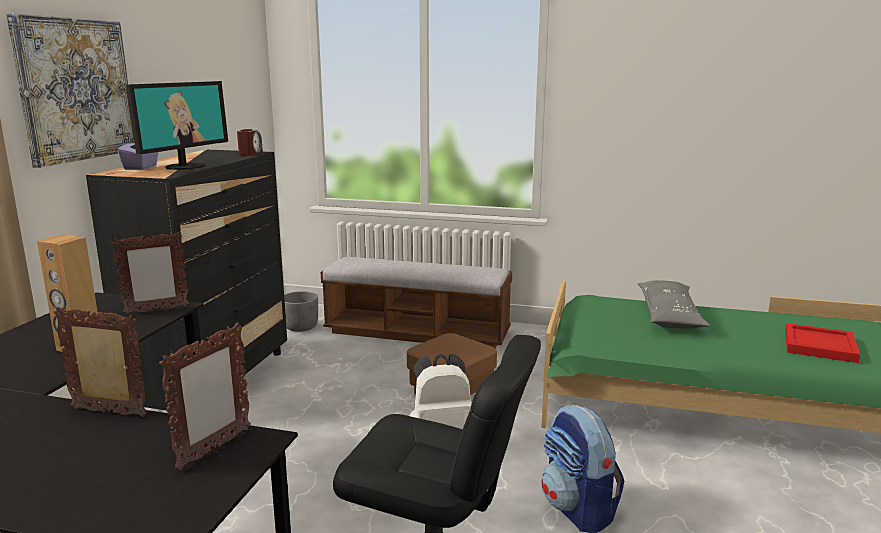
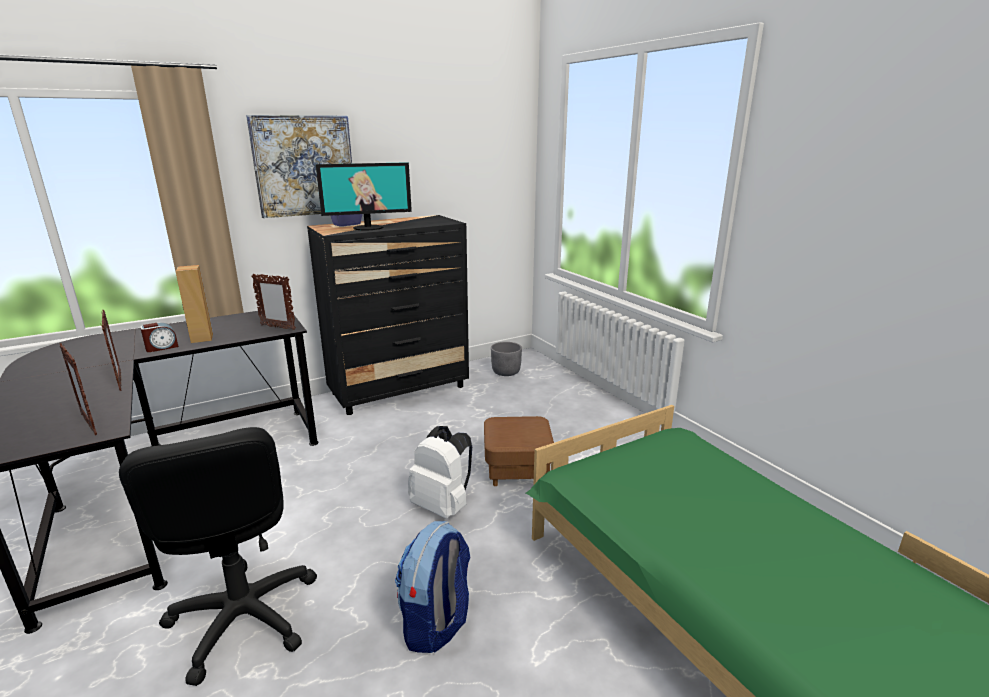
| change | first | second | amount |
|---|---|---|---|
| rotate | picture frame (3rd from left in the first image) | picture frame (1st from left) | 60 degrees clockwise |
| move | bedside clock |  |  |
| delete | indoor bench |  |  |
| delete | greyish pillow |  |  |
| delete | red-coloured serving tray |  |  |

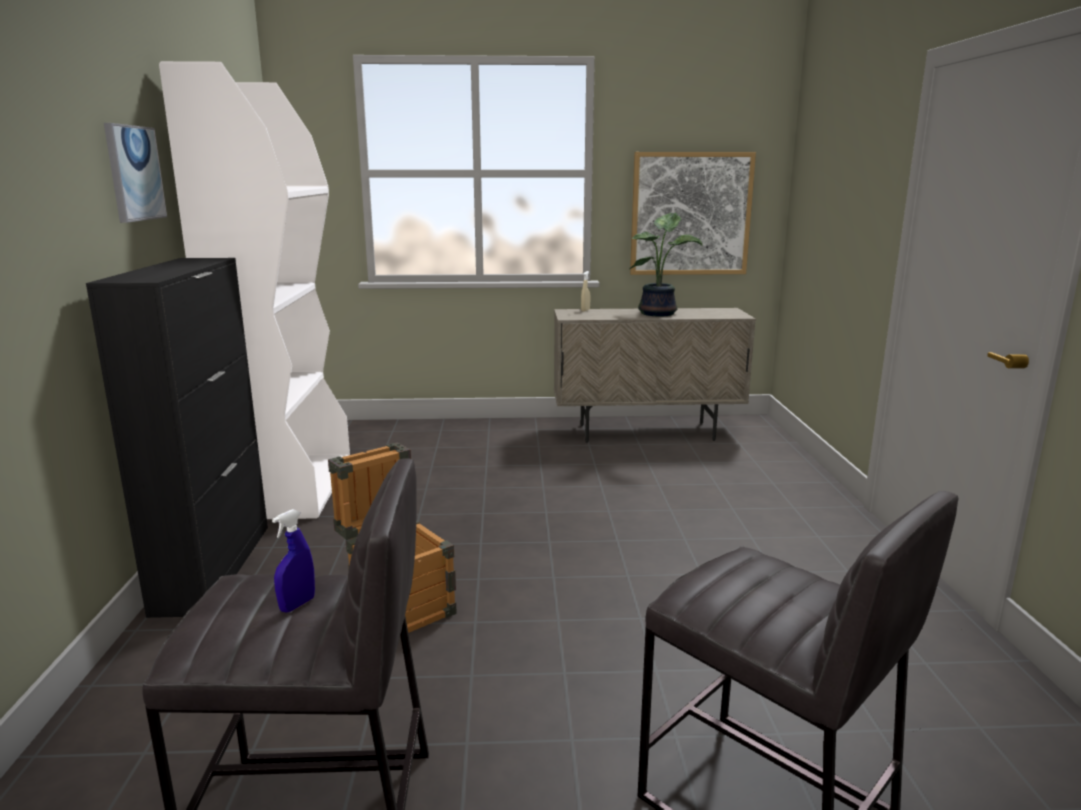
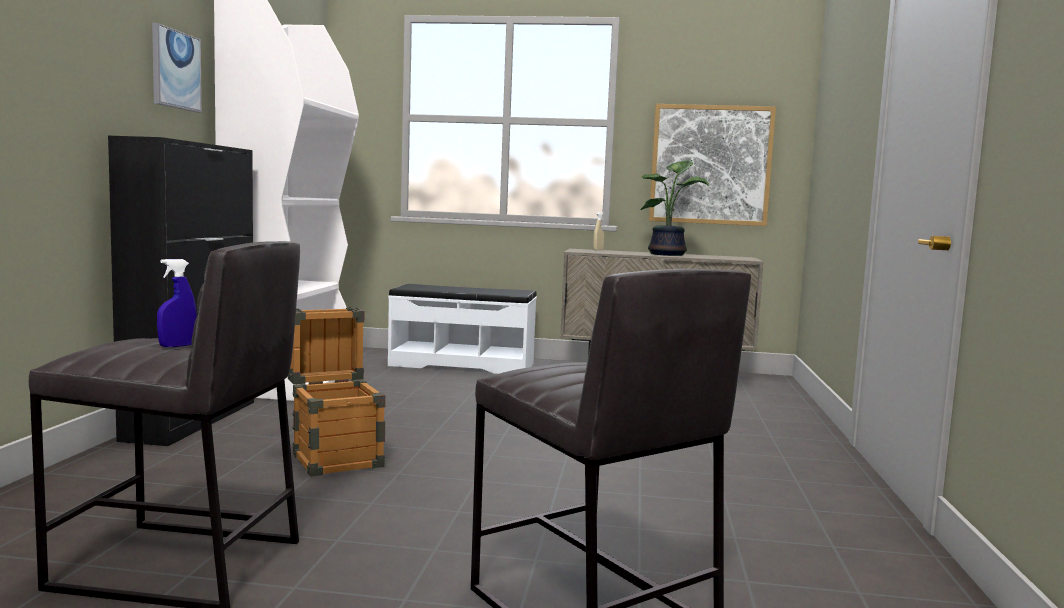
| change | first | second | amount |
|---|---|---|---|
| insert |  | white-coloured indoor bench |  |

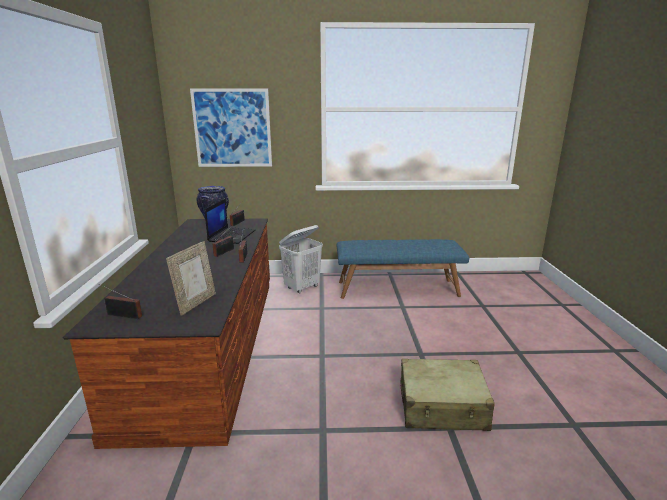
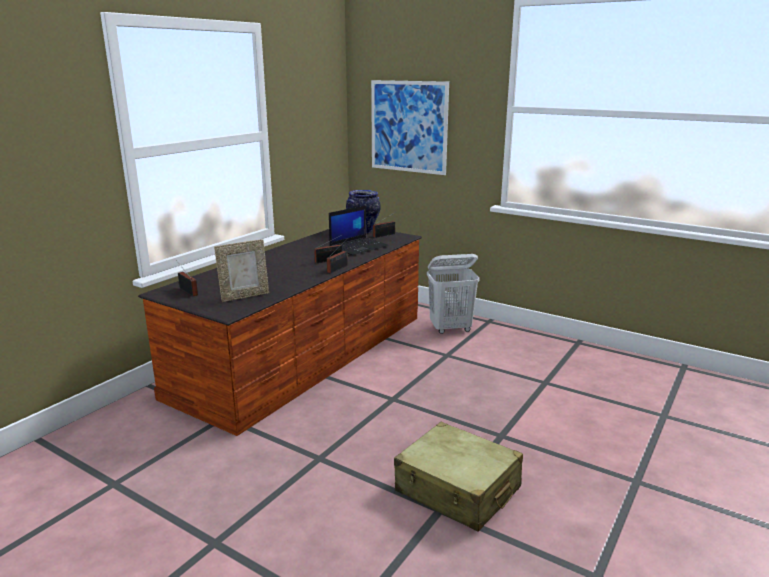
| change | first | second | amount |
|---|---|---|---|
| delete | bluish indoor bench |  |  |

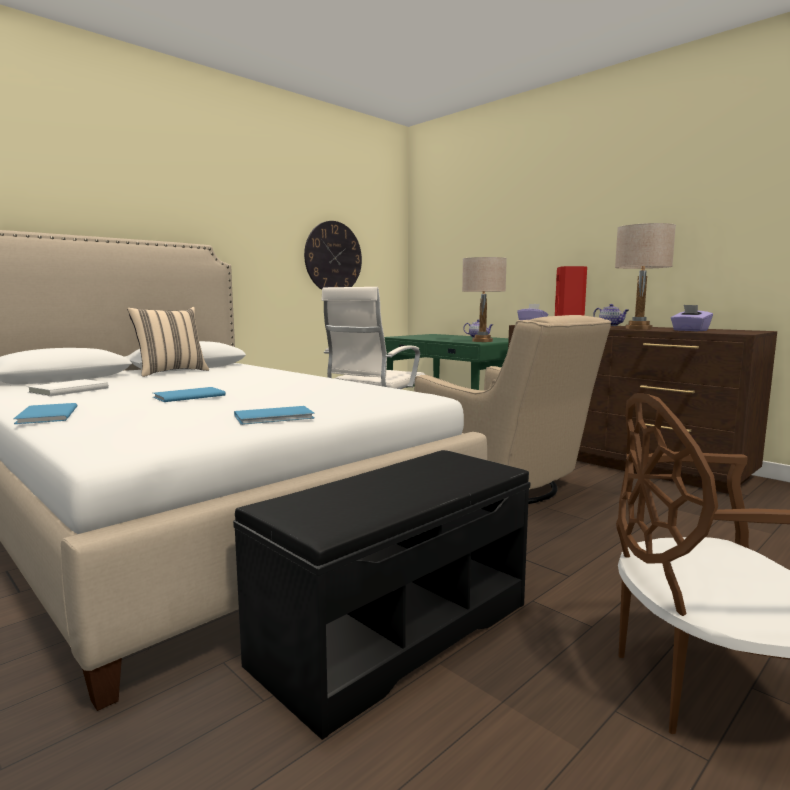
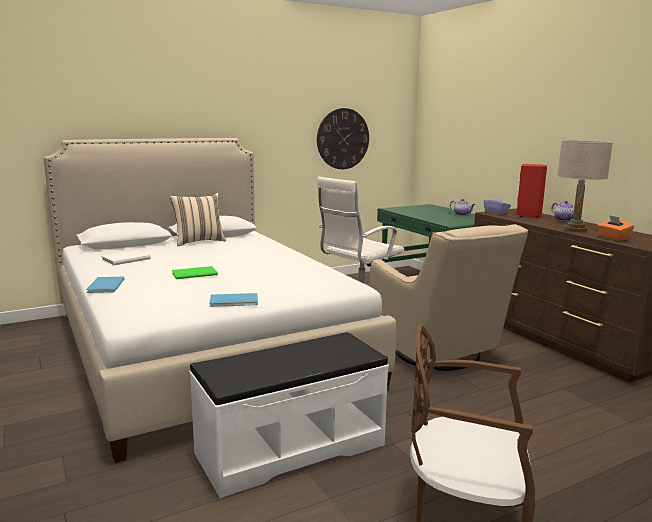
| change | first | second | amount |
|---|---|---|---|
| recolor | bluish volume (2nd from left) | greenish volume |  |
| recolor | blackish indoor bench | white-coloured indoor bench |  |
| recolor | purple-coloured tissue holder (2nd from left) | orange tissue holder |  |
| delete | sand-coloured lamp for a table (1st from left) |  |  |

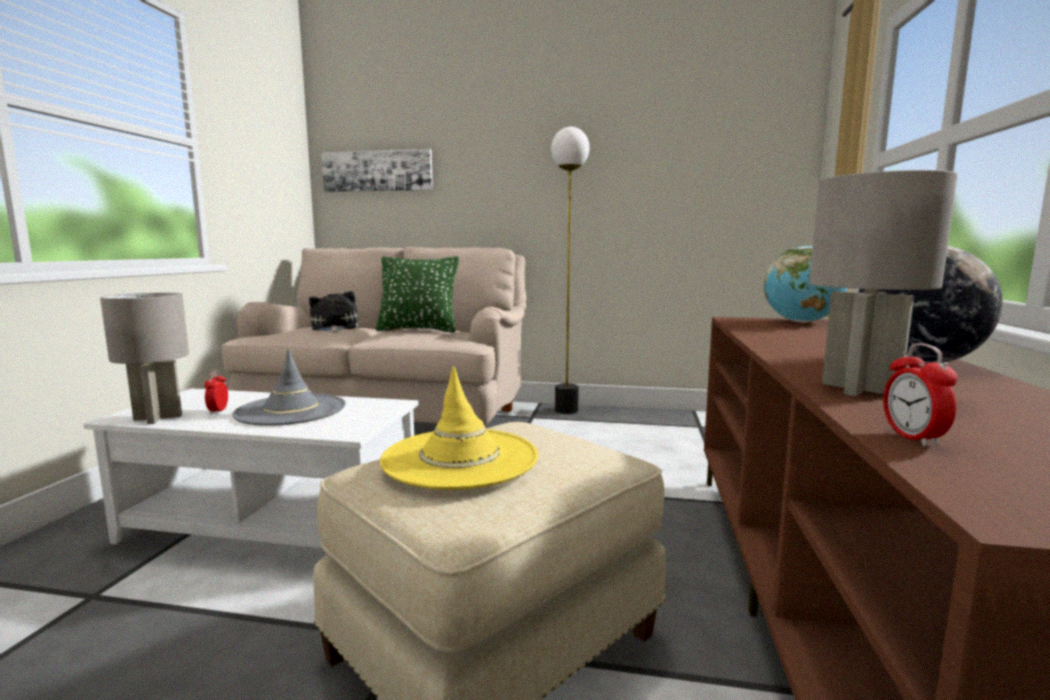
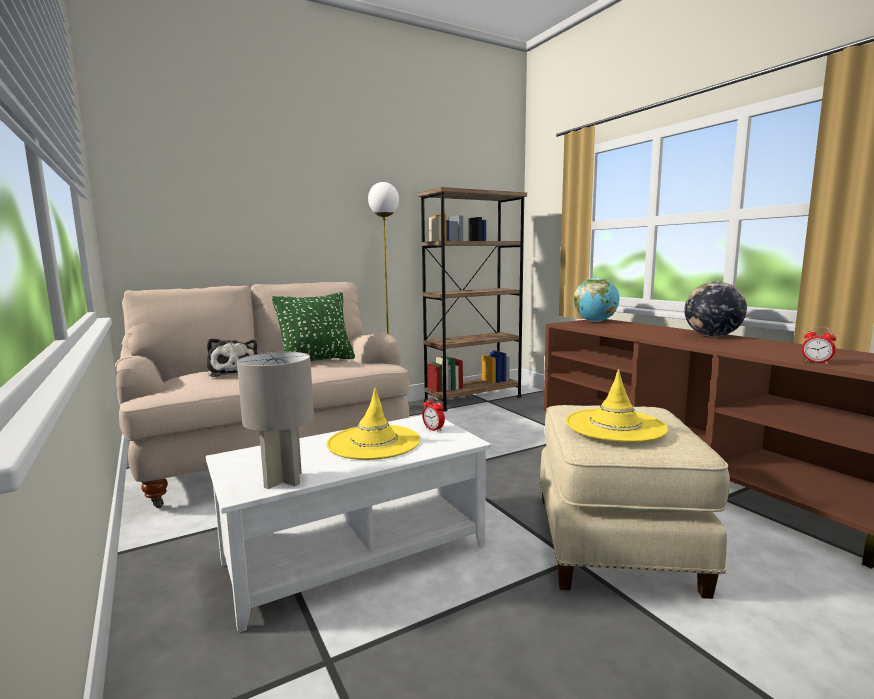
| change | first | second | amount |
|---|---|---|---|
| rotate | soft toy |  | 150 degrees counterclockwise |
| recolor | greyish clothing hat | yellowish clothing hat (1st from left) |  |
| insert |  | brown-coloured bookcase |  |
| move | bedside clock (1st from left) |  |  |
| delete | wall art |  |  |
| delete | greyish lamp for a table (2nd from left) |  |  |

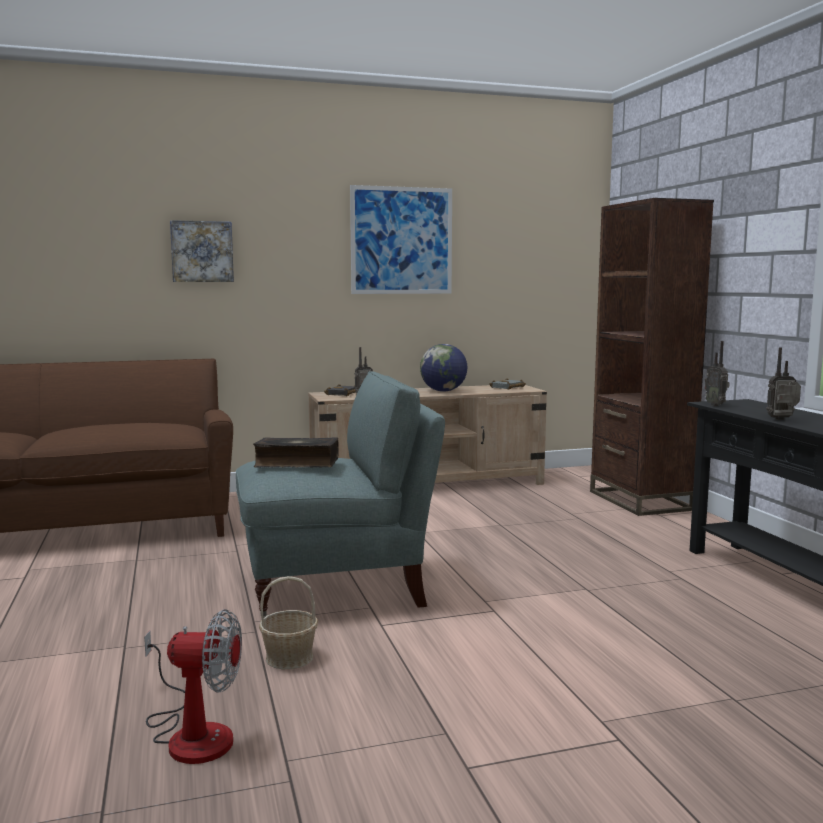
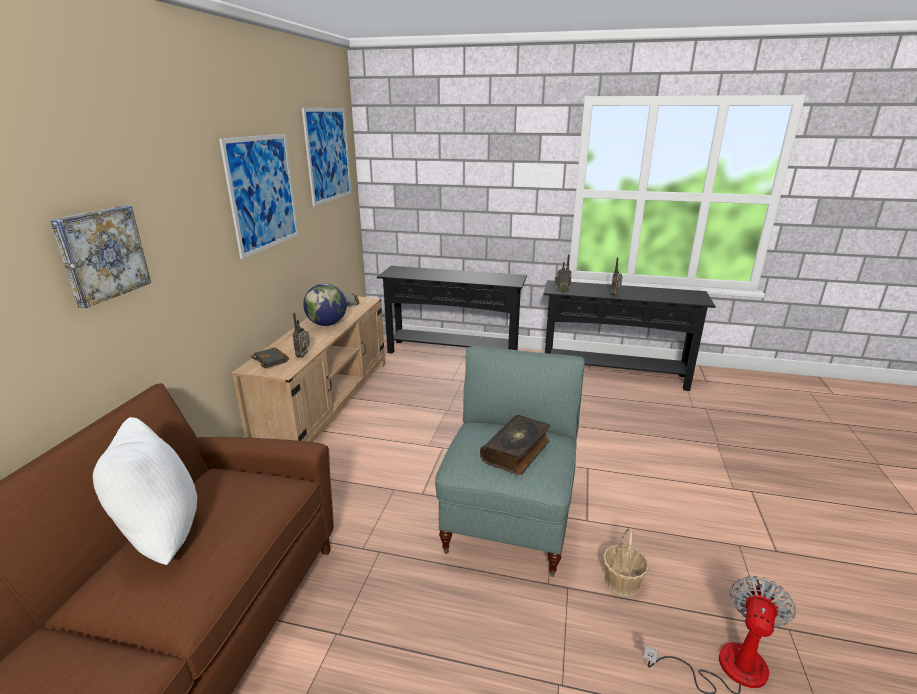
| change | first | second | amount |
|---|---|---|---|
| insert |  | white-coloured pillow |  |
| insert |  | wall art (3rd from left) |  |
| replace | brown-coloured bookcase | blackish hall table (1st from left) |  |

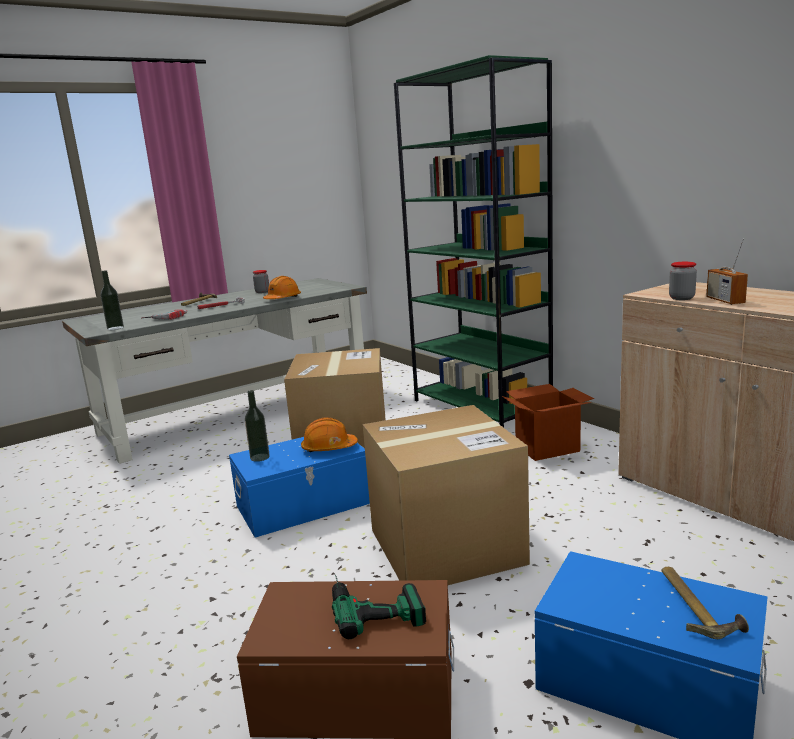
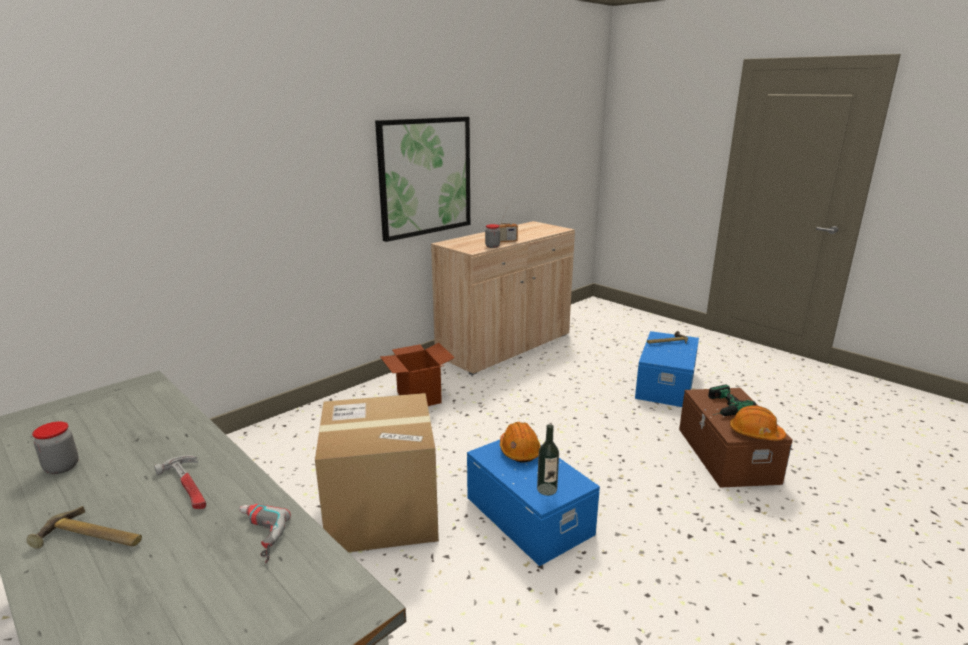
| change | first | second | amount |
|---|---|---|---|
| insert |  | wall art |  |
| move | orange work helmet (1st from left in the first image) | orange work helmet (2nd from left) |  |
| delete | drink bottle (1st from left) |  |  |
| delete | carton (2nd from left) |  |  |
| delete | greenish bookcase |  |  |

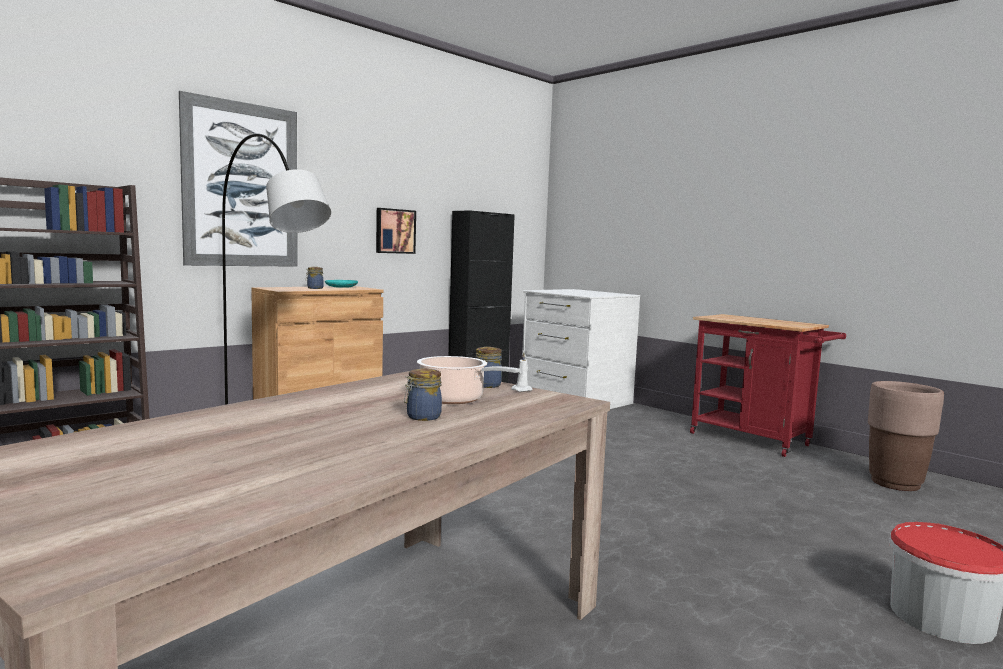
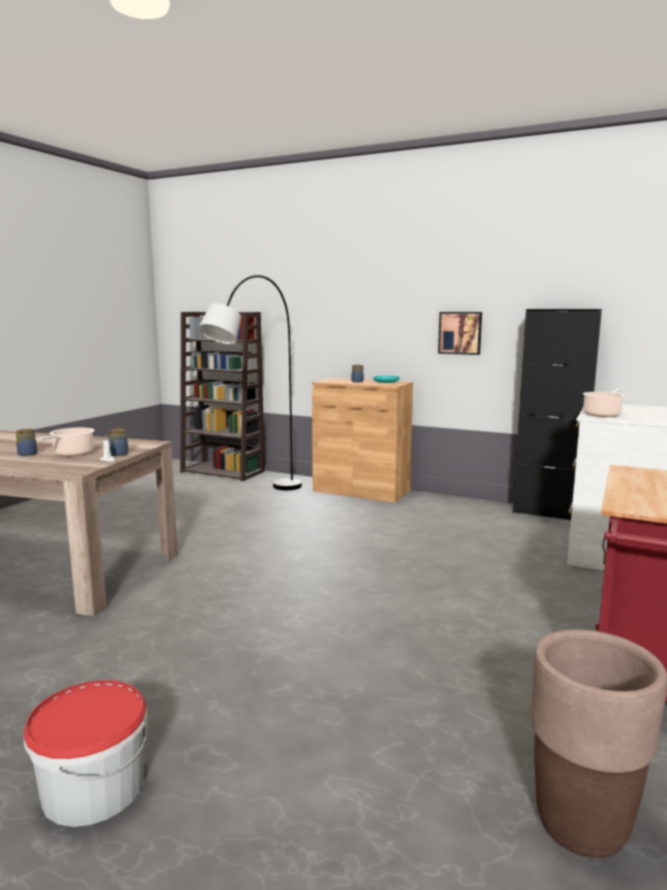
| change | first | second | amount |
|---|---|---|---|
| insert |  | saucepot (2nd from left) |  |
| delete | wall art (1st from left) |  |  |

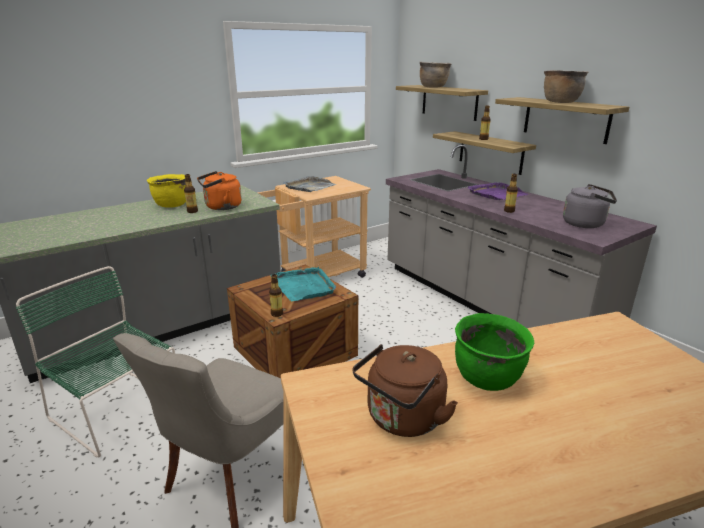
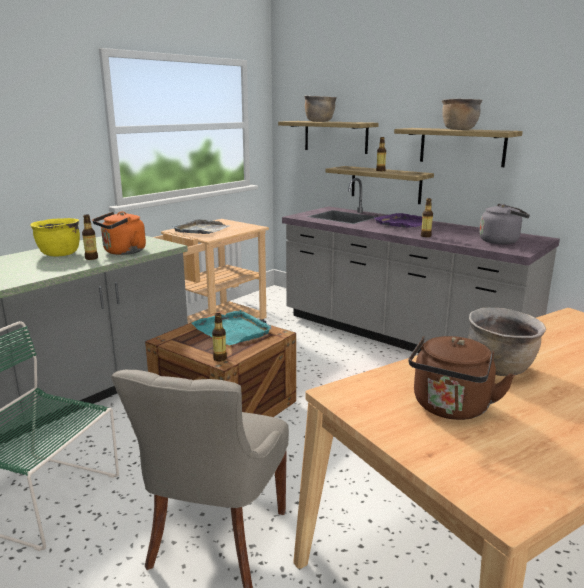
| change | first | second | amount |
|---|---|---|---|
| recolor | greenish saucepot | brown-coloured saucepot (3rd from left) |  |

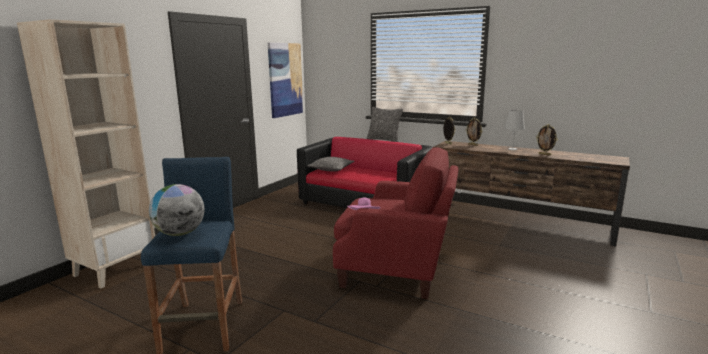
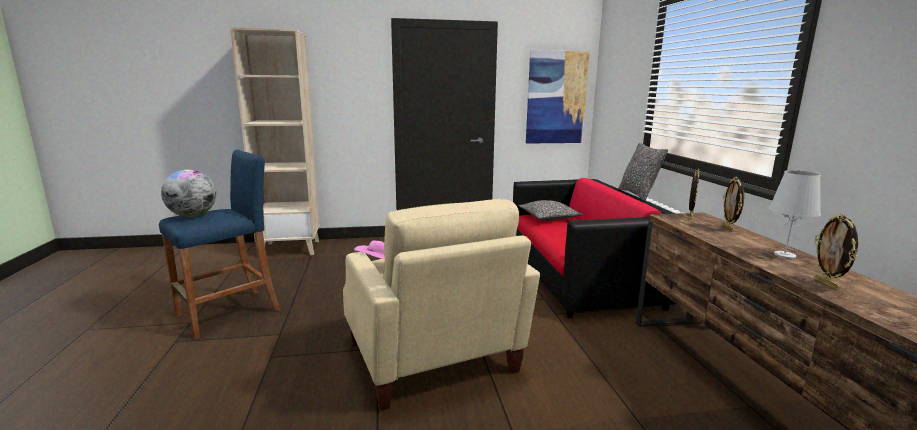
| change | first | second | amount |
|---|---|---|---|
| recolor | red-coloured easy chair | sand-coloured easy chair |  |

